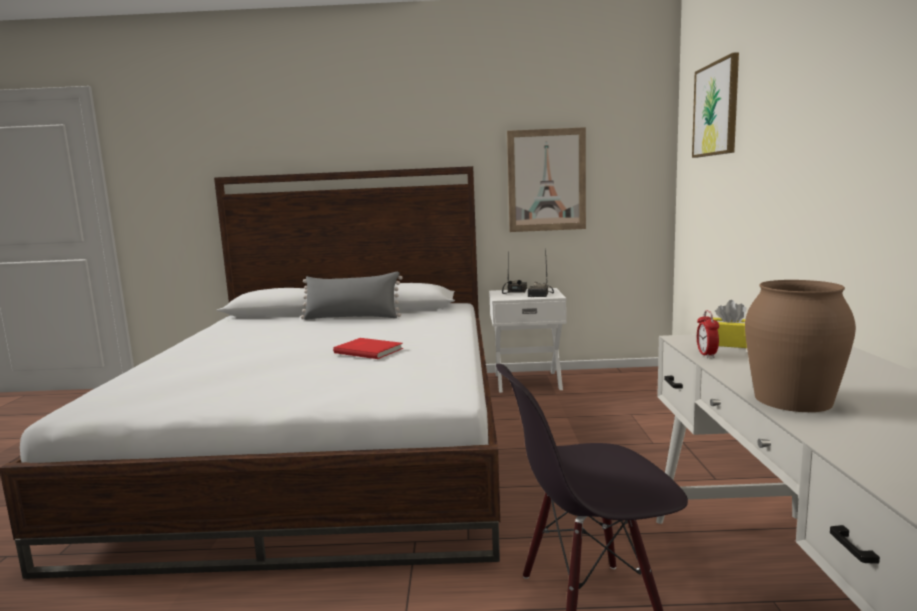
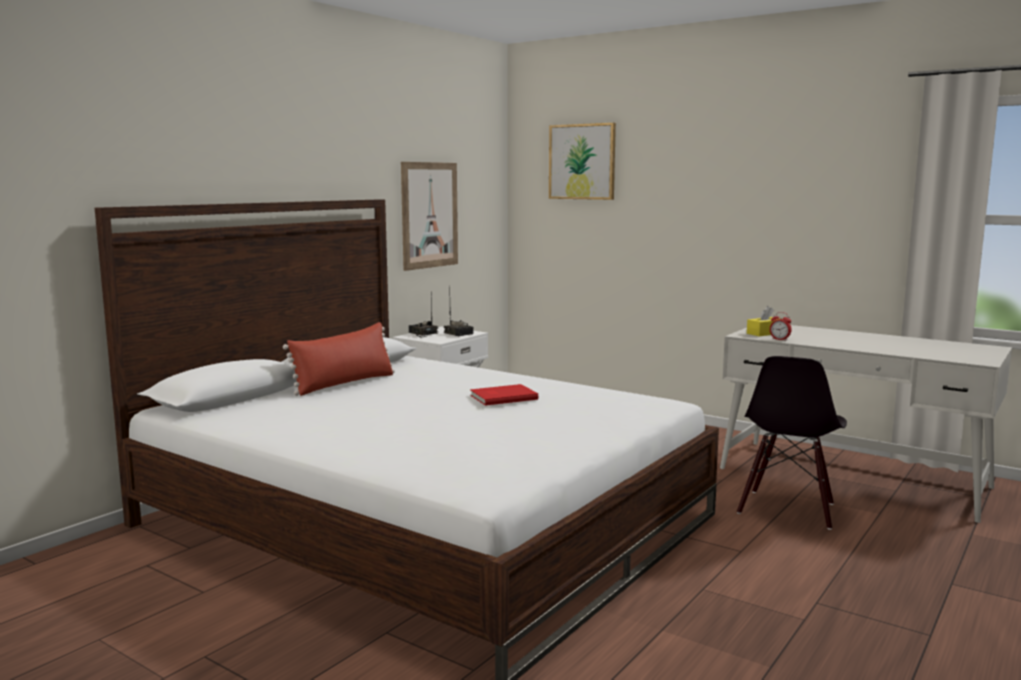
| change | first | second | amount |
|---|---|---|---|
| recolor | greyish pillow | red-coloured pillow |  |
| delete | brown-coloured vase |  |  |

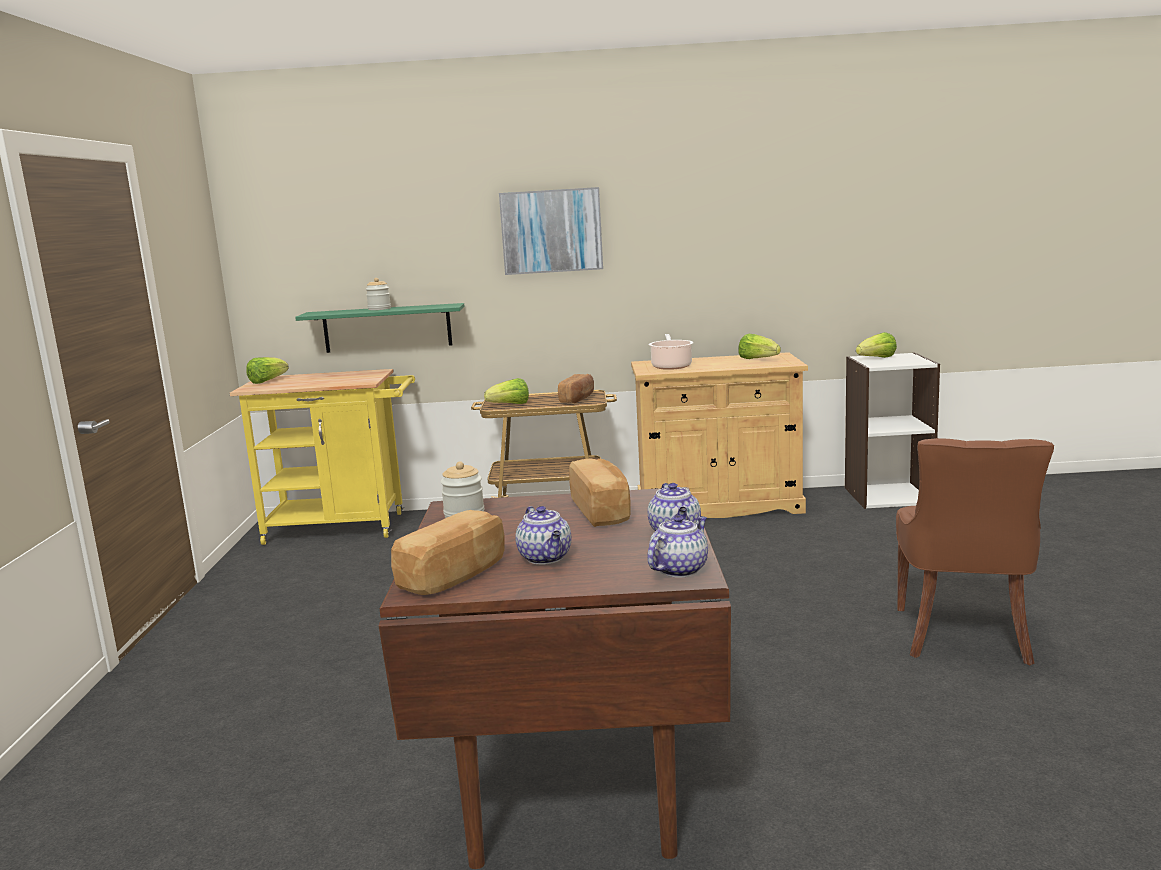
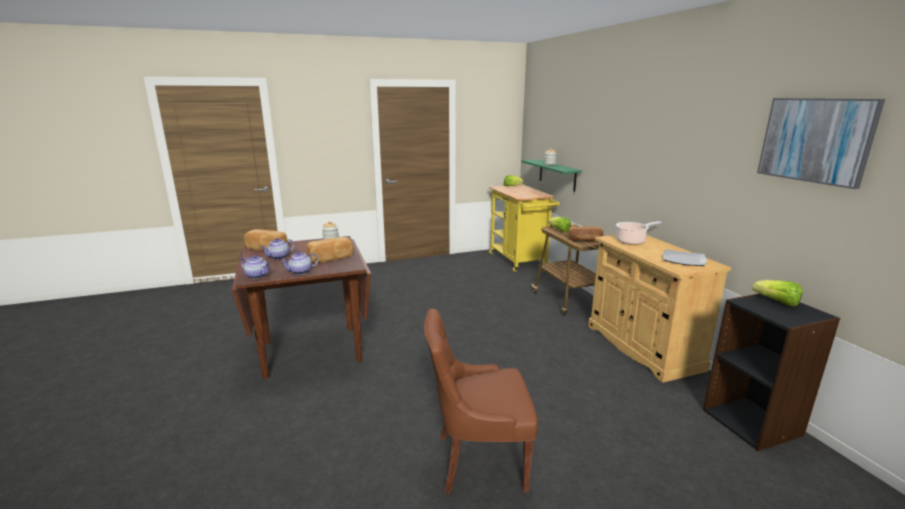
| change | first | second | amount |
|---|---|---|---|
| replace | lettuce head (3rd from left) | plate |  |
| recolor | white-coloured bookcase | blackish bookcase |  |
| move | wall art |  |  |

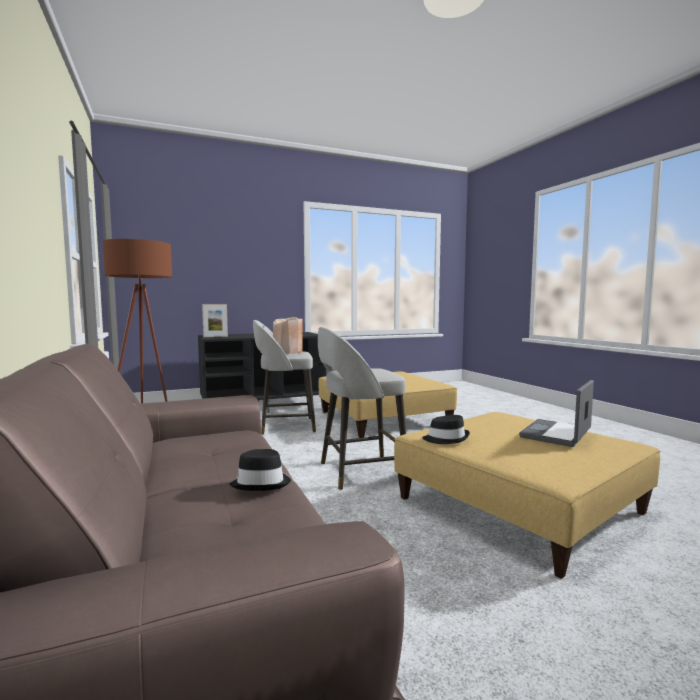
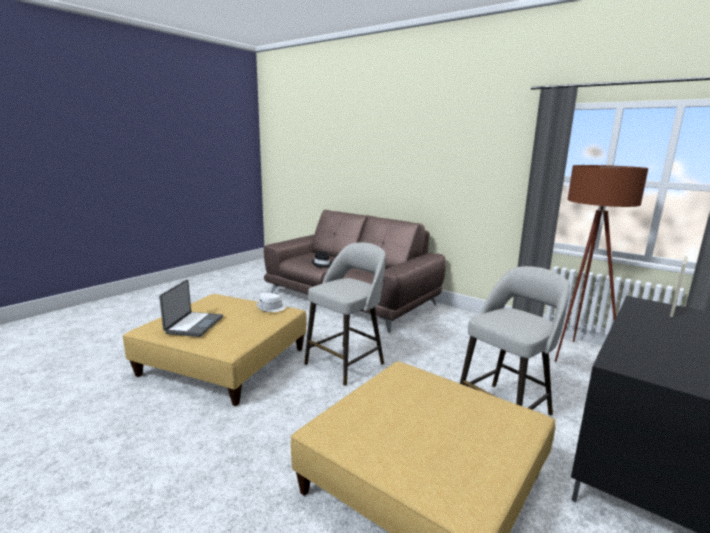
| change | first | second | amount |
|---|---|---|---|
| recolor | blackish clothing hat (2nd from left) | white-coloured clothing hat |  |
| delete | sand-coloured vase |  |  |

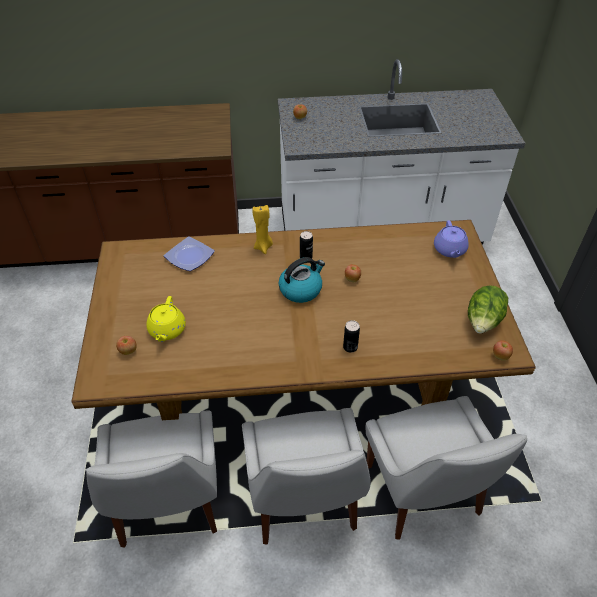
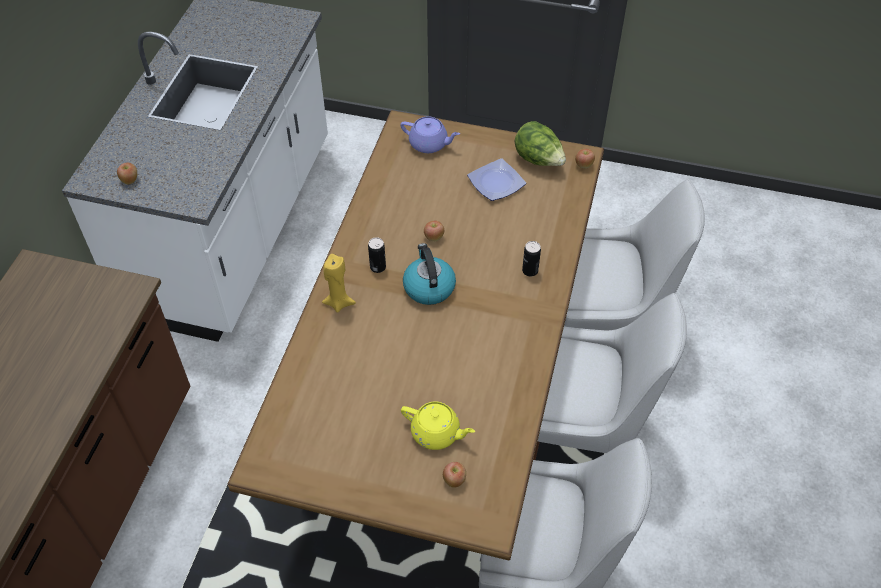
| change | first | second | amount |
|---|---|---|---|
| move | plate |  |  |

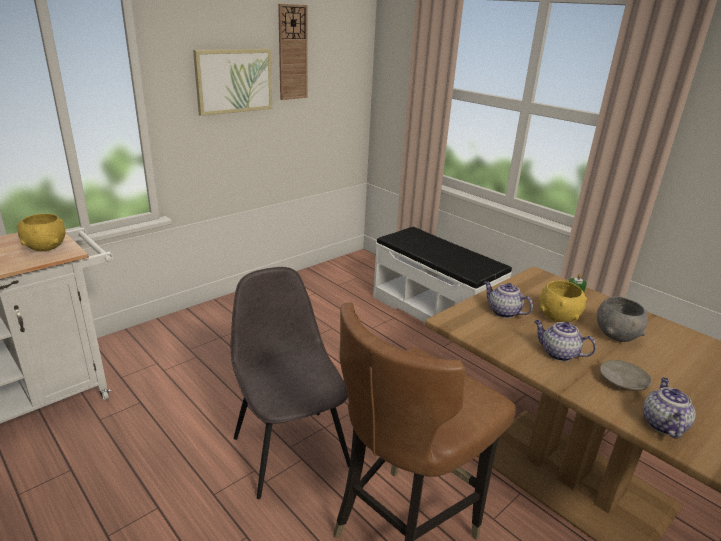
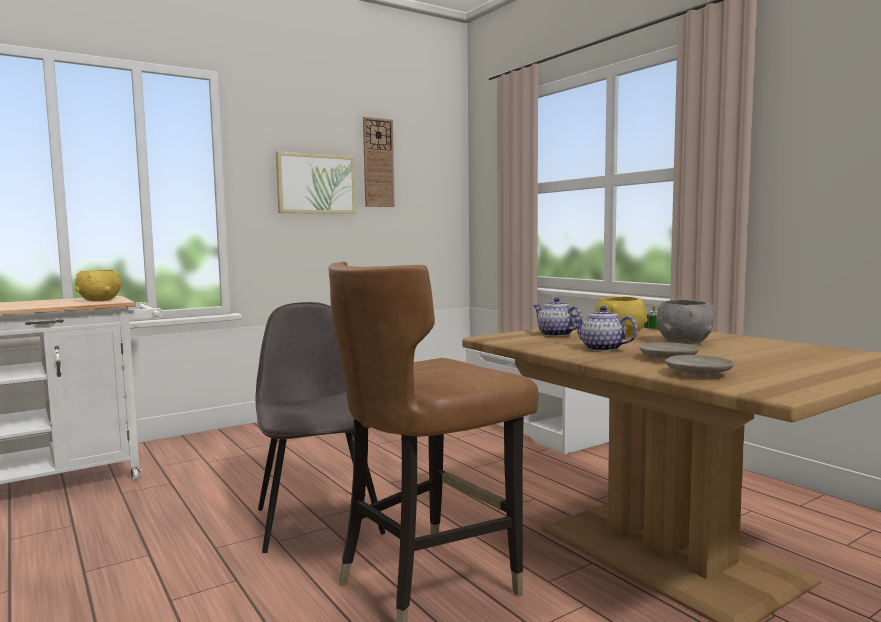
| change | first | second | amount |
|---|---|---|---|
| replace | teapot (3rd from left) | sand-coloured plate (2nd from left) |  |

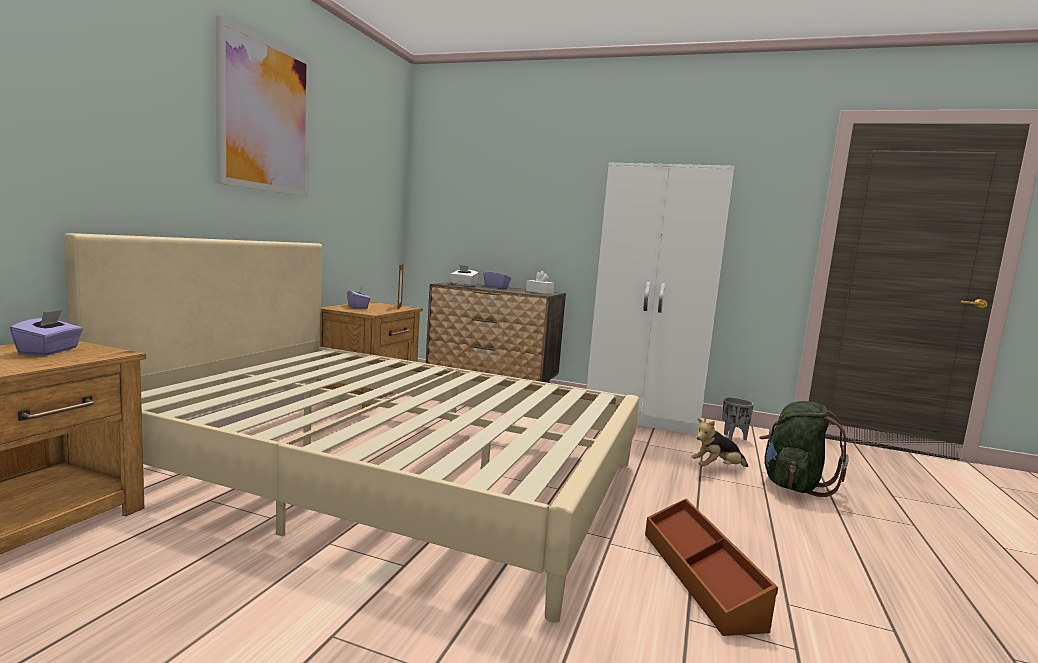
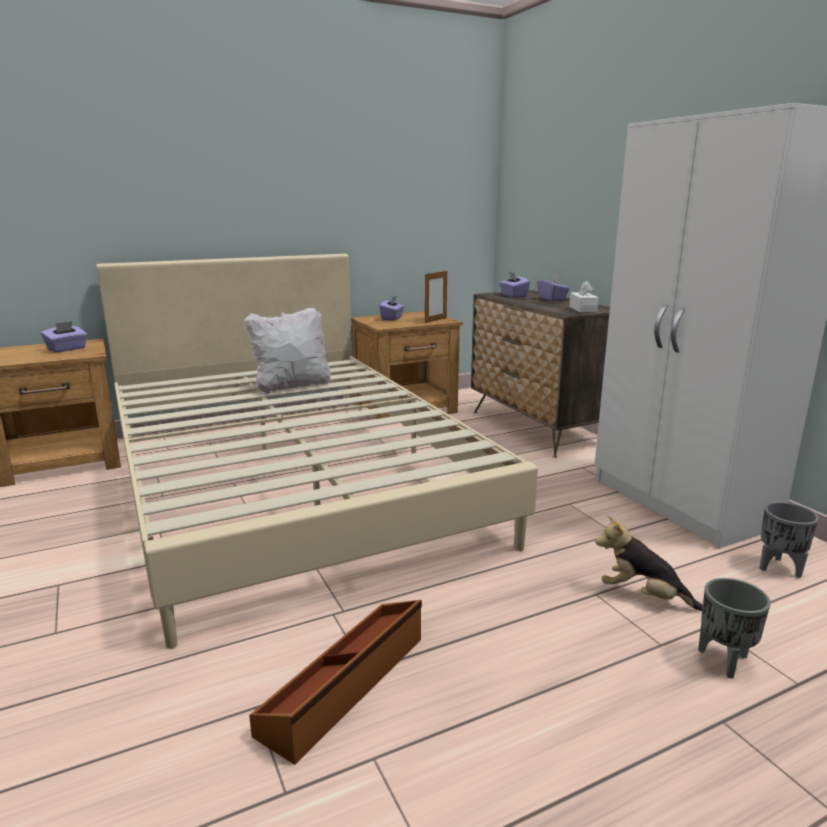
| change | first | second | amount |
|---|---|---|---|
| insert |  | white-coloured pillow |  |
| recolor | white-coloured tissue holder (1st from left) | purple-coloured tissue holder (3rd from left) |  |
| replace | greenish backpack | greyish plant pot (1st from left) |  |
| delete | wall art |  |  |

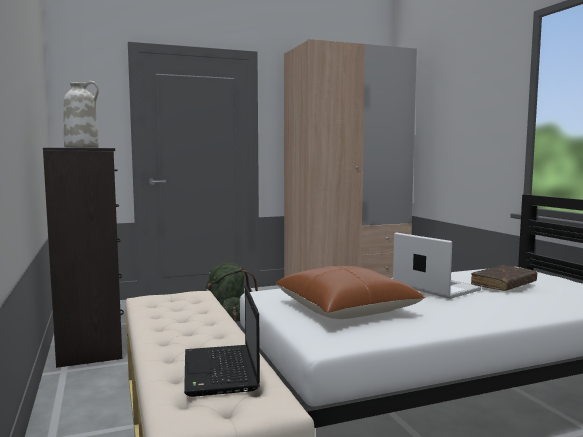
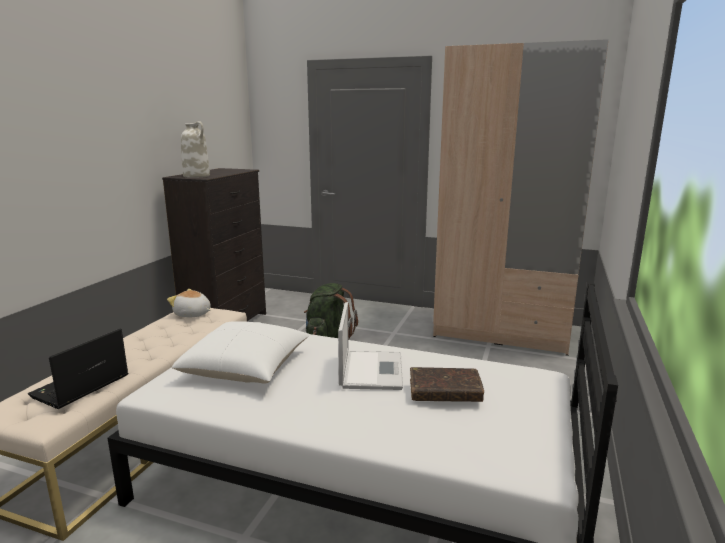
| change | first | second | amount |
|---|---|---|---|
| insert |  | soft toy |  |
| recolor | brown-coloured pillow | white-coloured pillow |  |

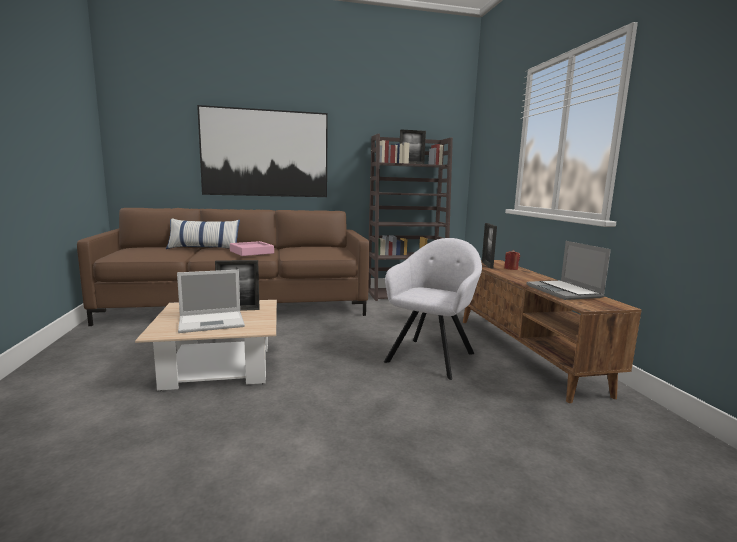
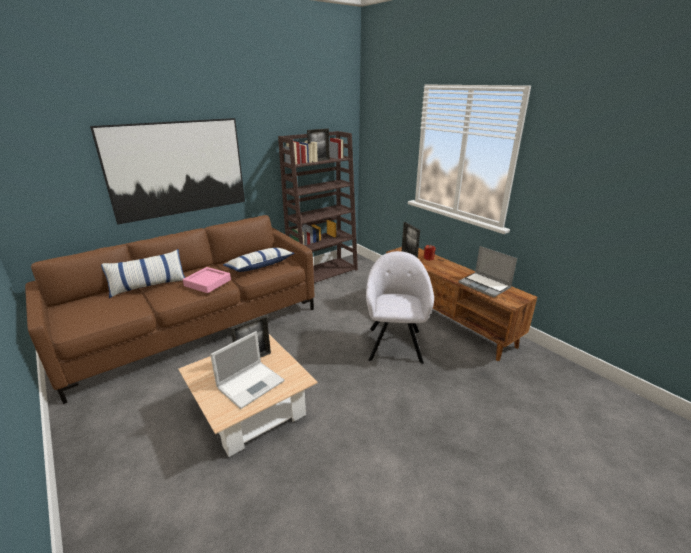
| change | first | second | amount |
|---|---|---|---|
| insert |  | pillow (2nd from left) |  |

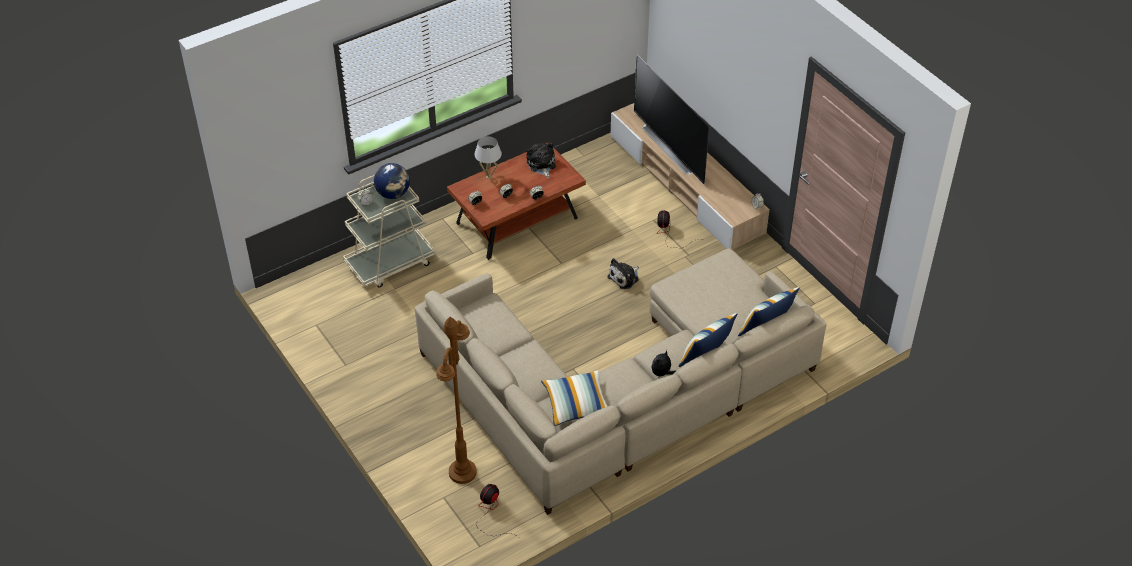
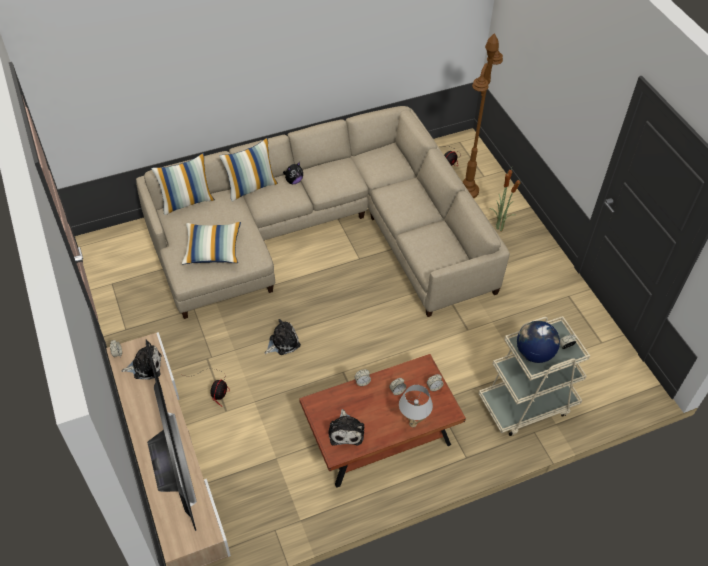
| change | first | second | amount |
|---|---|---|---|
| insert |  | soft toy (1st from left) |  |
| move | pillow (1st from left in the first image) | pillow (2nd from left) |  |
| insert |  | potted plant |  |

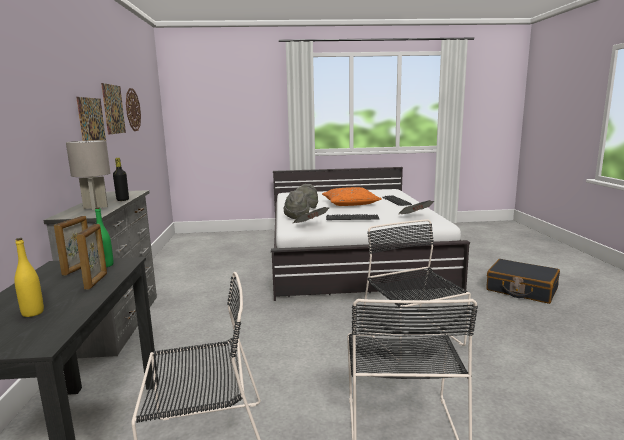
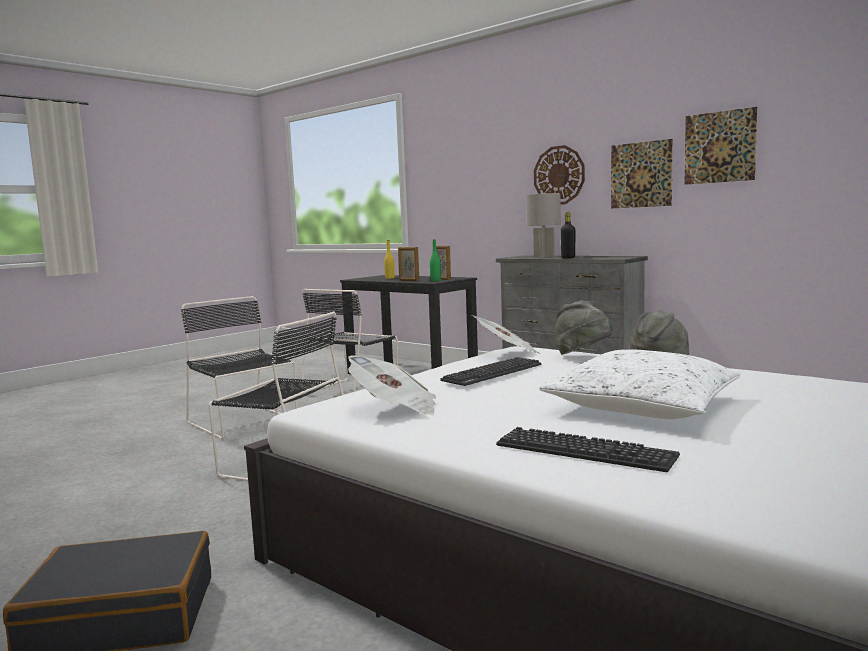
| change | first | second | amount |
|---|---|---|---|
| move | wall clock |  |  |
| recolor | orange pillow | white-coloured pillow |  |

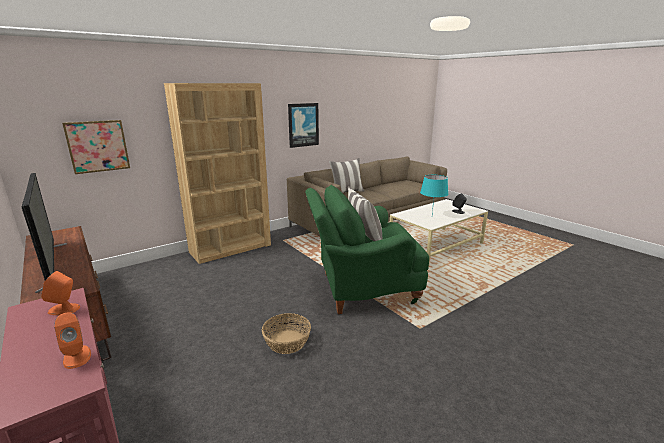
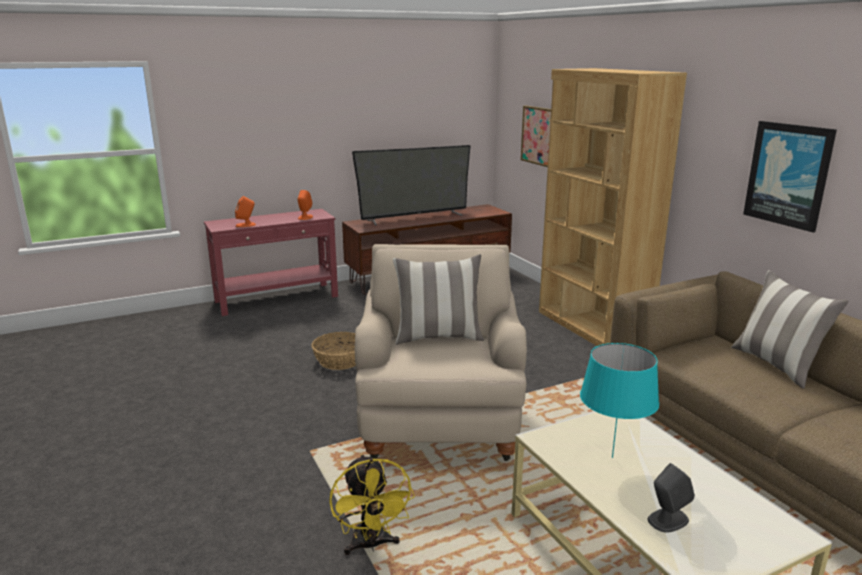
| change | first | second | amount |
|---|---|---|---|
| insert |  | yellowish cooling fan |  |
| recolor | greenish easy chair | sand-coloured easy chair |  |

